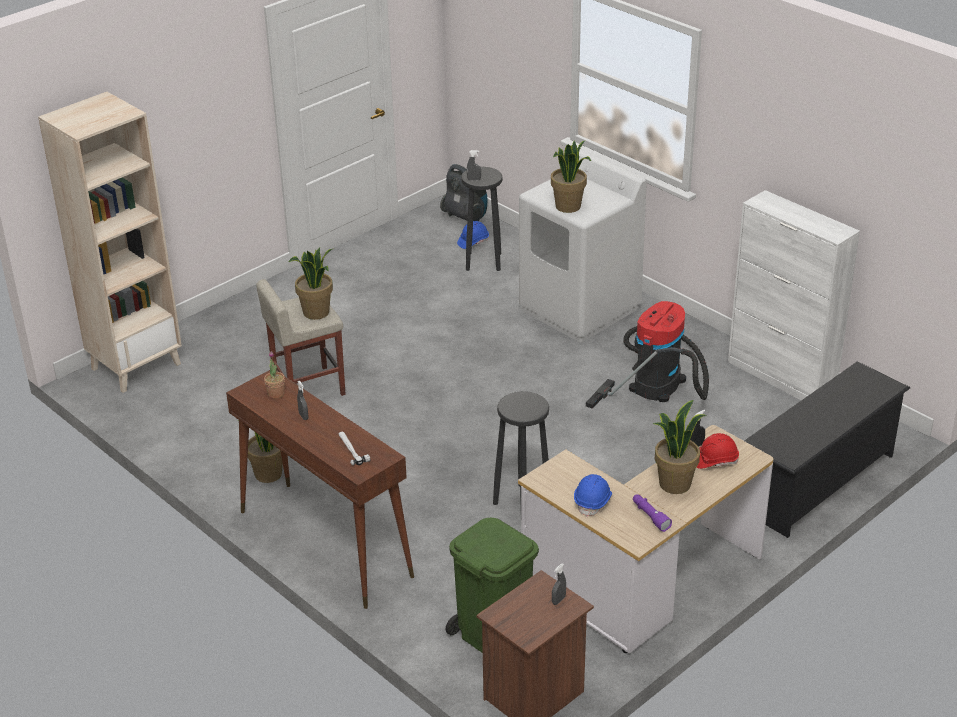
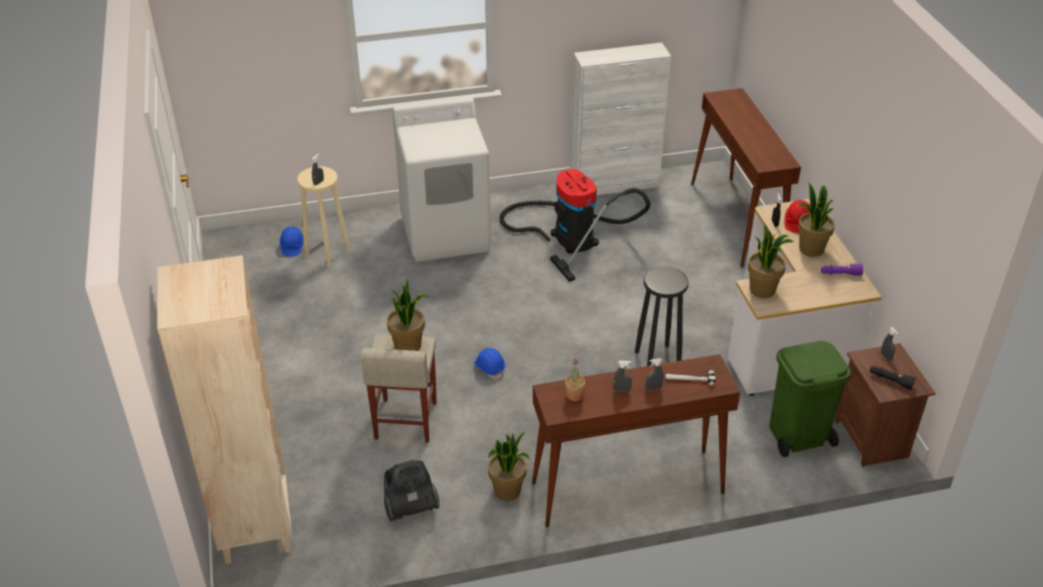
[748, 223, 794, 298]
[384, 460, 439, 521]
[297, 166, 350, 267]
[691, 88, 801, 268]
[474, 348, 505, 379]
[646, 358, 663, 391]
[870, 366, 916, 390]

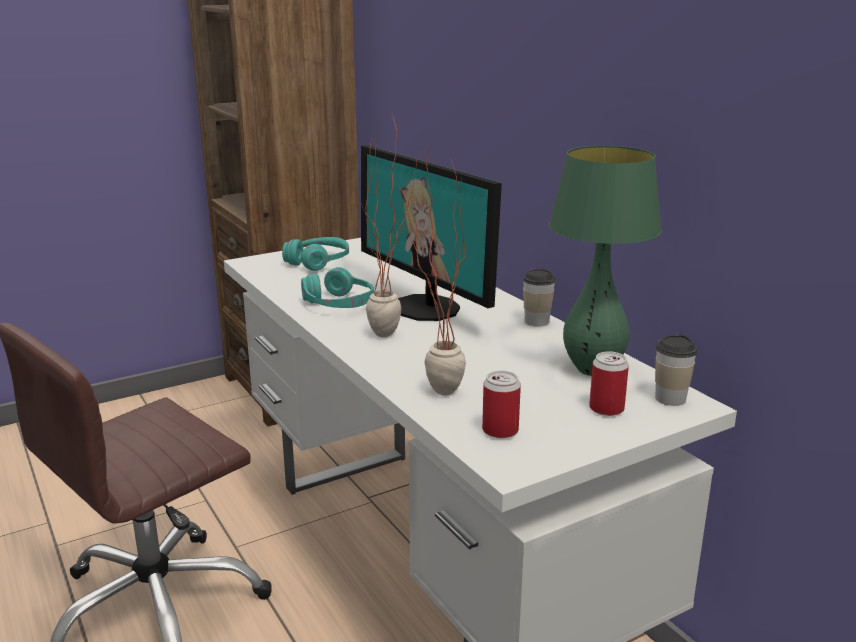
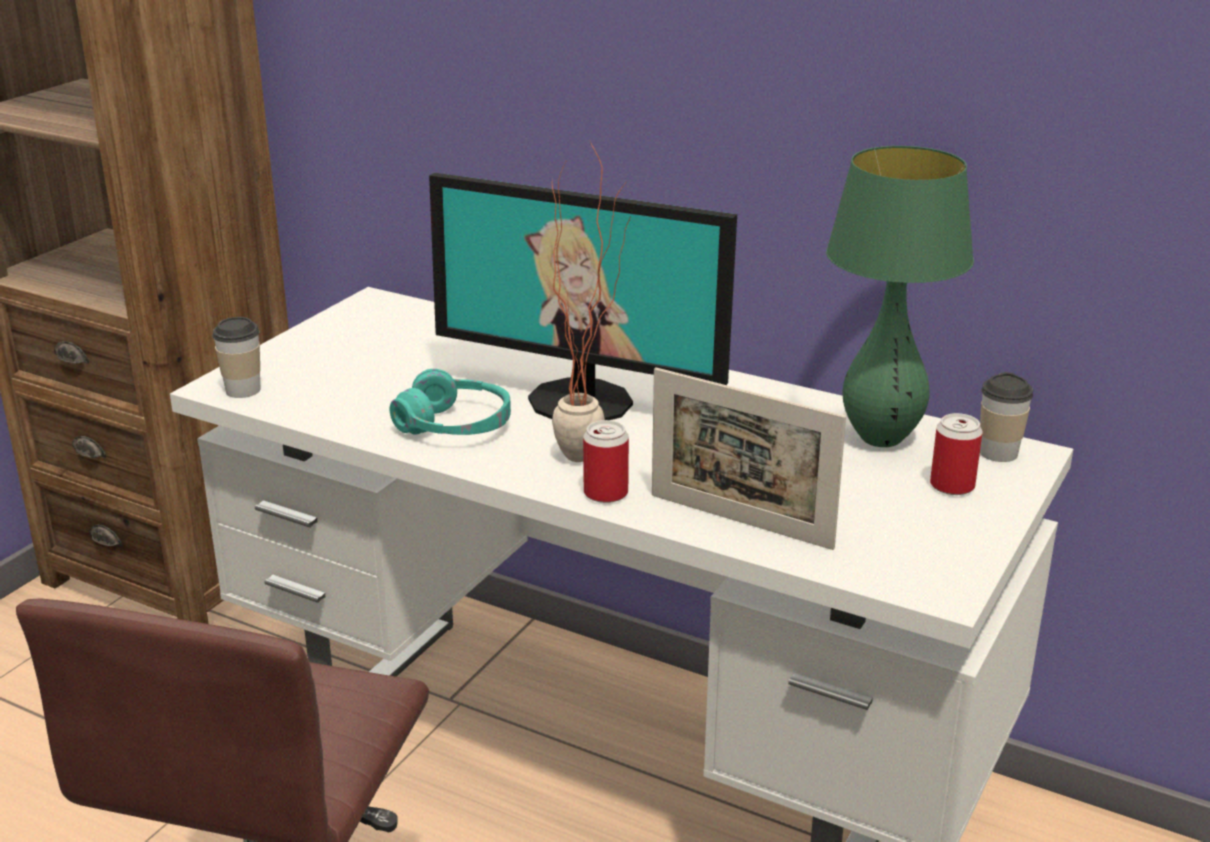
[652, 367, 846, 550]
[282, 237, 349, 271] (first image)
[212, 317, 261, 398]
[583, 420, 629, 503]

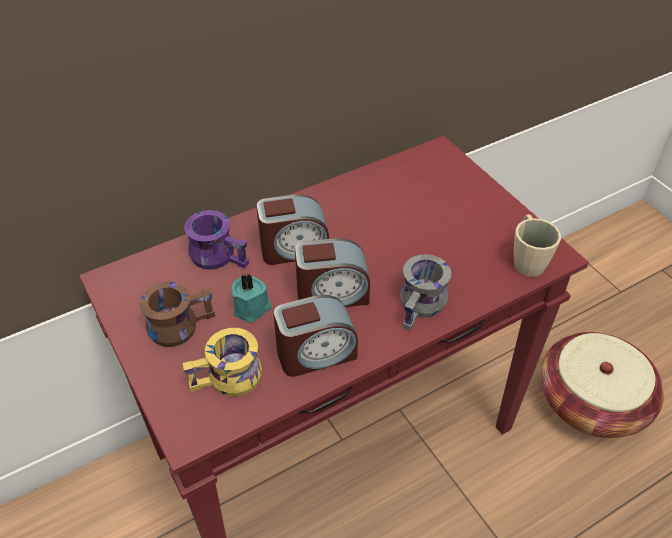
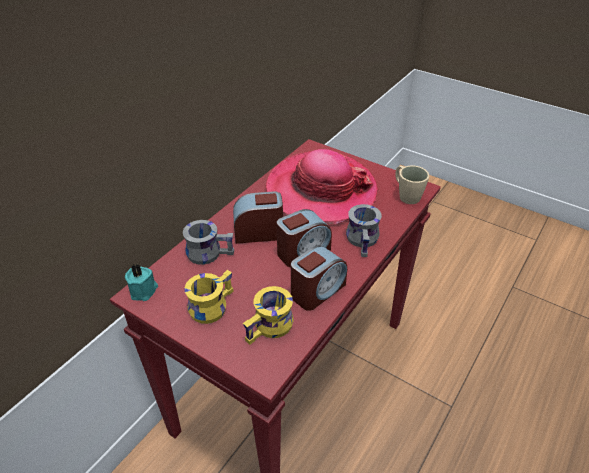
[233, 191, 283, 244]
[183, 220, 234, 265]
[125, 264, 158, 301]
[184, 270, 233, 324]
[540, 332, 664, 438] (first image)
[265, 149, 378, 224]

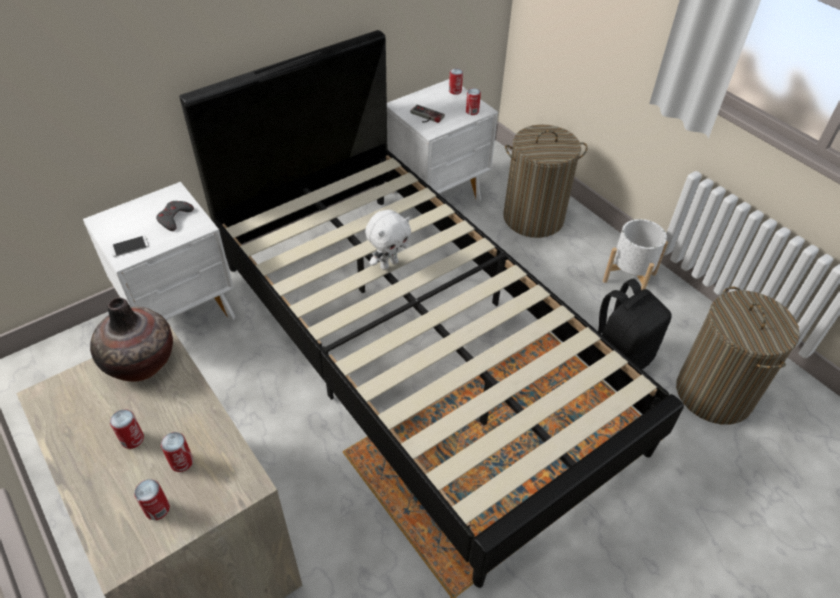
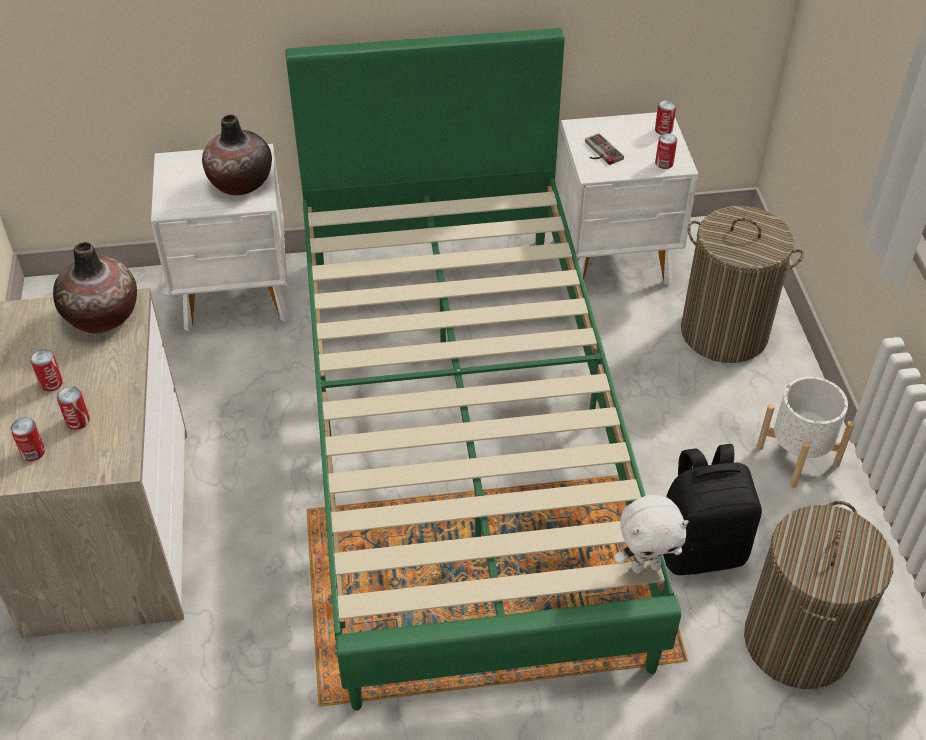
[285, 28, 681, 711]
[202, 114, 272, 195]
[614, 495, 689, 573]
[110, 236, 149, 257] (first image)

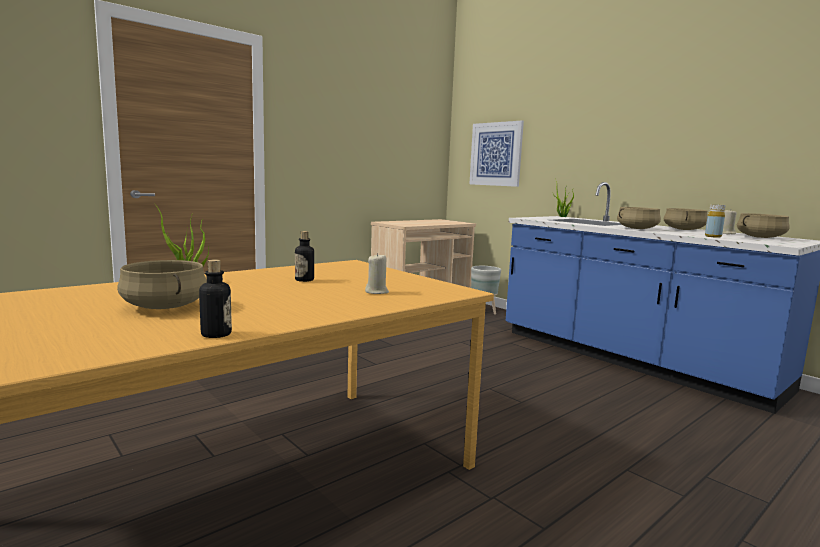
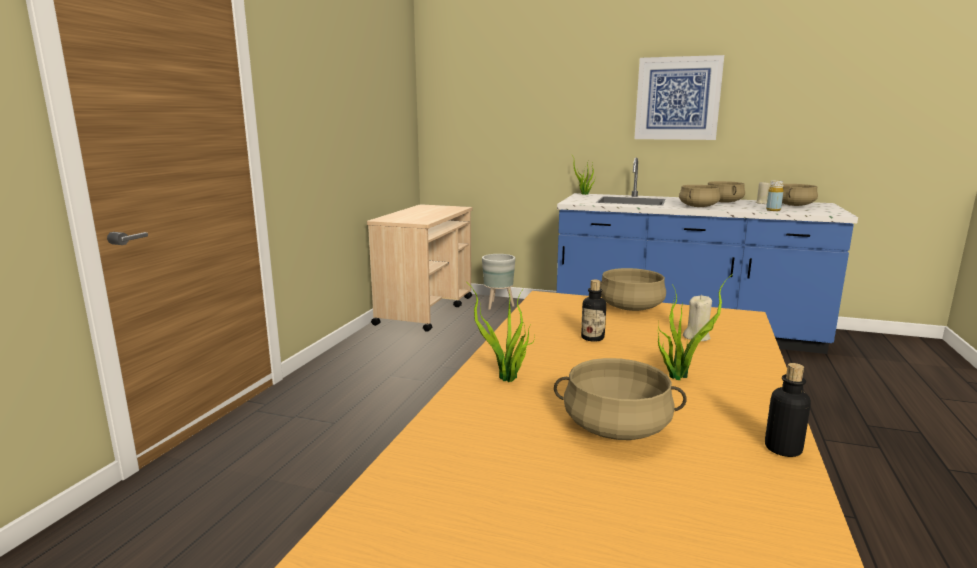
[634, 55, 724, 140]
[600, 268, 666, 311]
[657, 274, 733, 380]

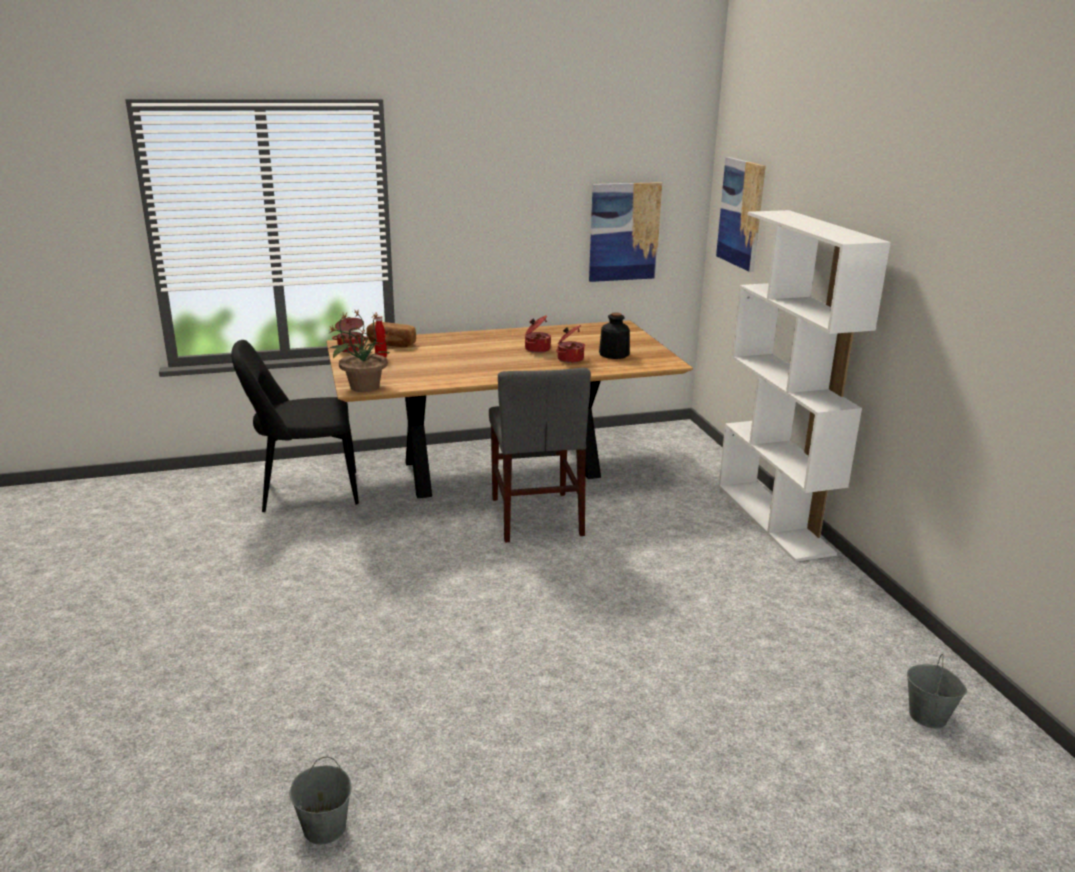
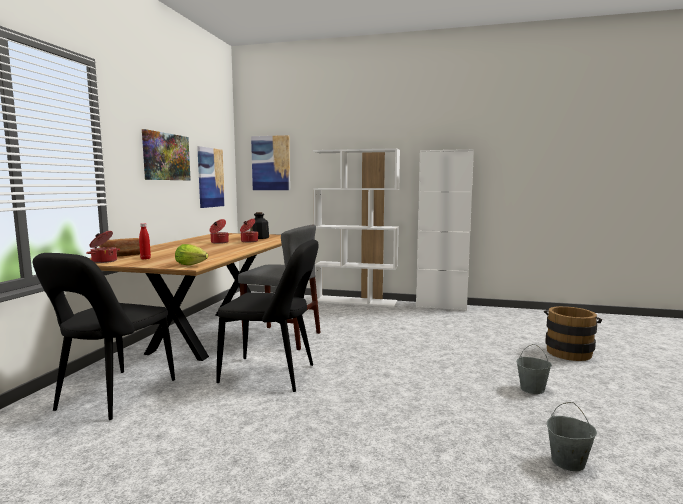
[175, 244, 208, 265]
[516, 344, 552, 394]
[142, 129, 191, 180]
[416, 149, 474, 311]
[216, 239, 319, 392]
[544, 306, 602, 361]

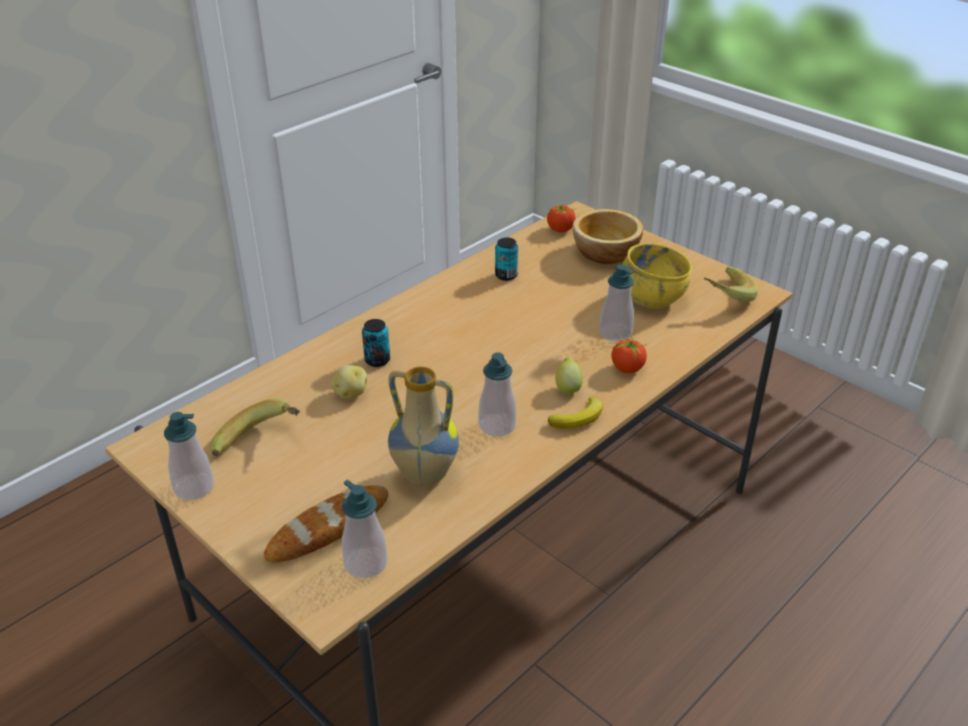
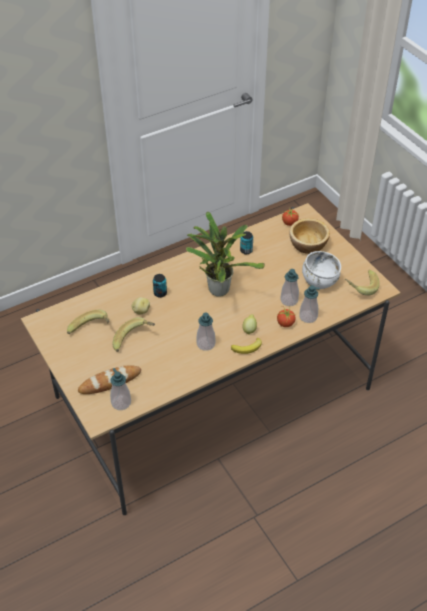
[302, 251, 341, 289]
[388, 367, 459, 486] (first image)
[299, 285, 320, 323]
[186, 212, 265, 296]
[112, 317, 155, 352]

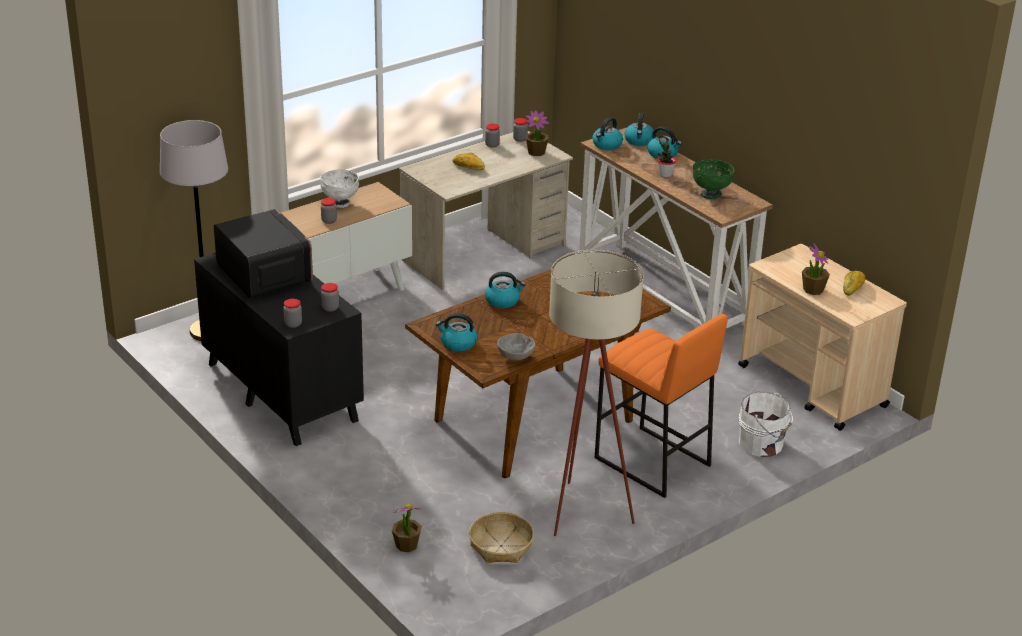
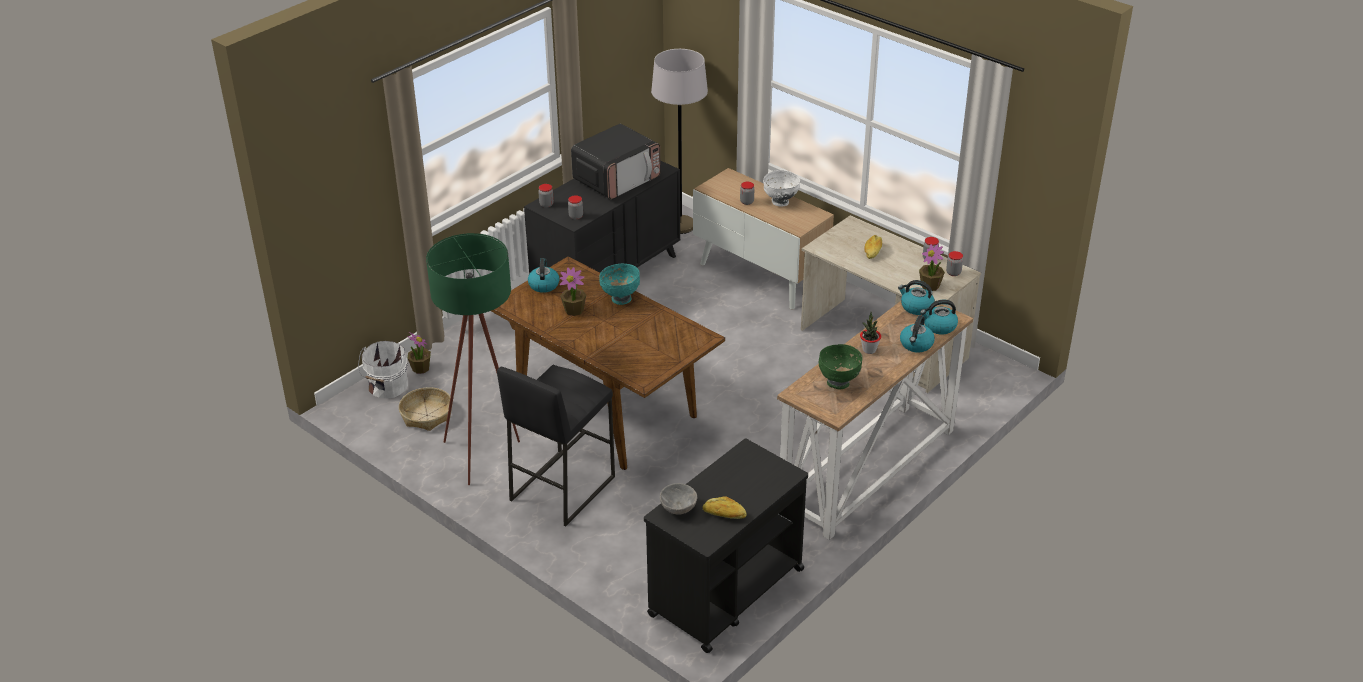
[560, 267, 586, 316]
[644, 439, 808, 653]
[426, 233, 520, 485]
[599, 264, 640, 305]
[497, 365, 615, 526]
[660, 483, 697, 515]
[358, 341, 408, 399]

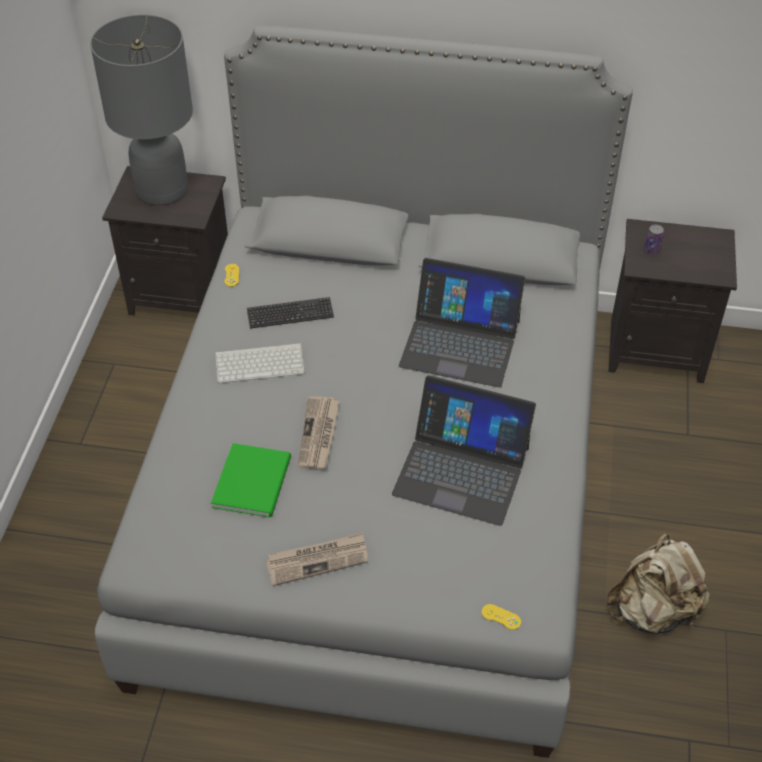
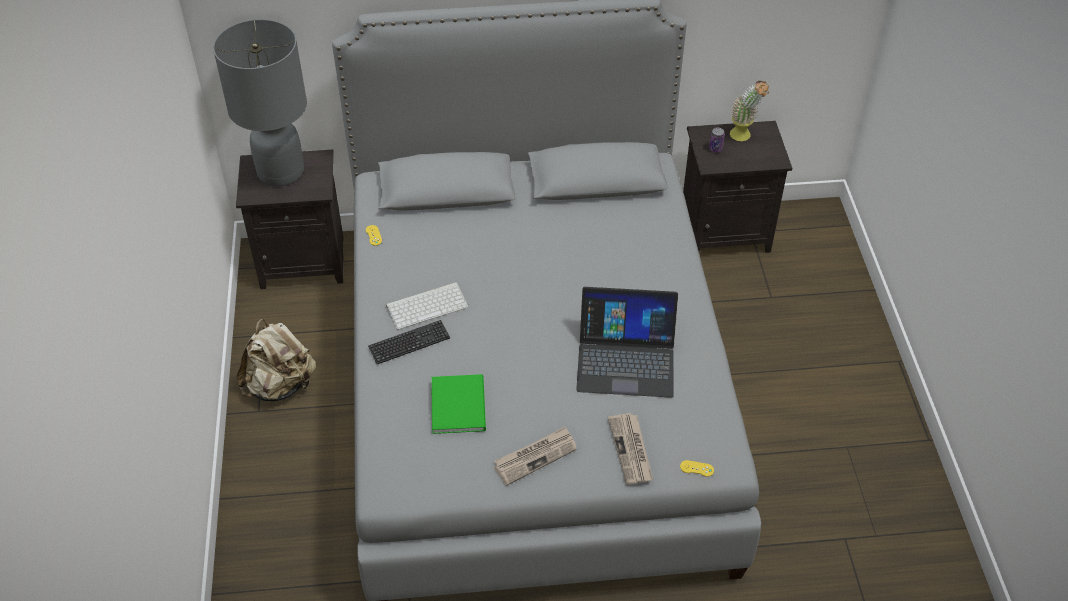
[399, 258, 525, 387] (first image)
[368, 320, 450, 364]
[608, 413, 653, 485]
[236, 319, 316, 401]
[730, 81, 769, 141]

